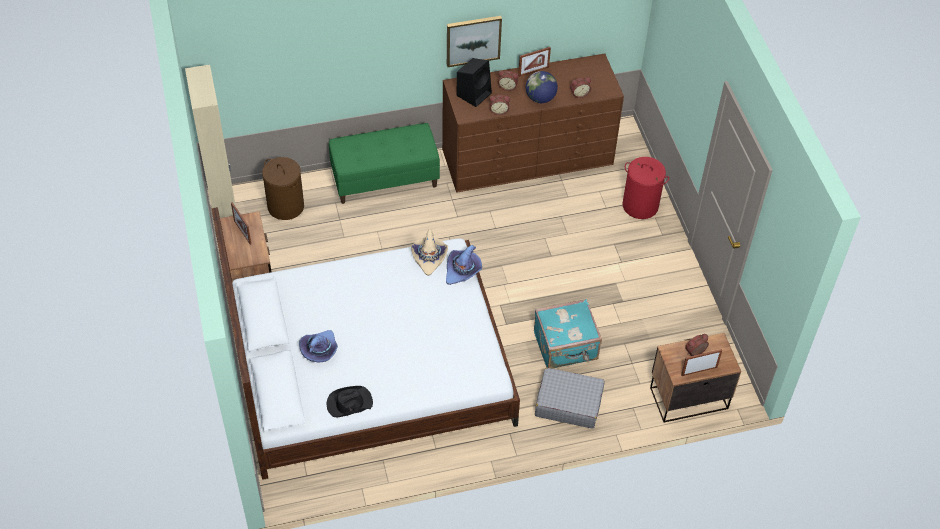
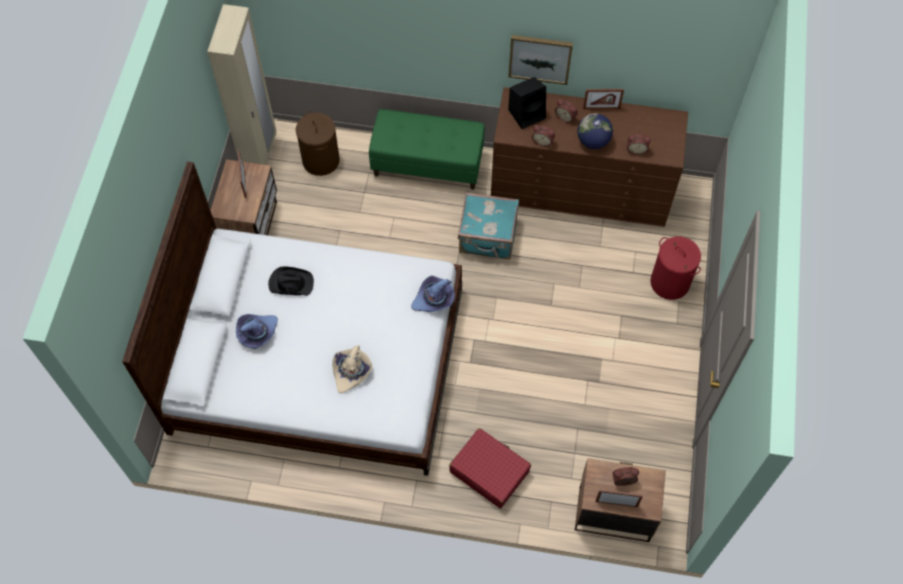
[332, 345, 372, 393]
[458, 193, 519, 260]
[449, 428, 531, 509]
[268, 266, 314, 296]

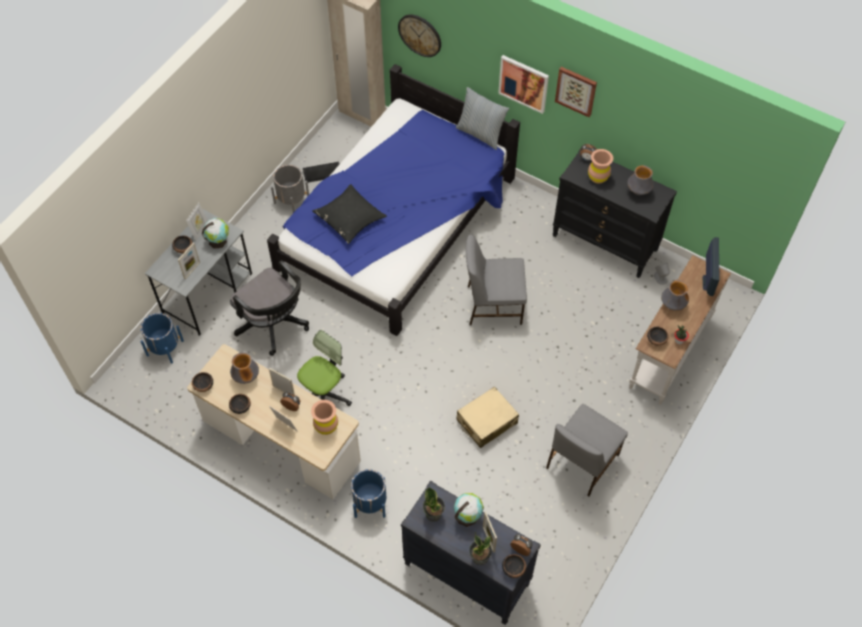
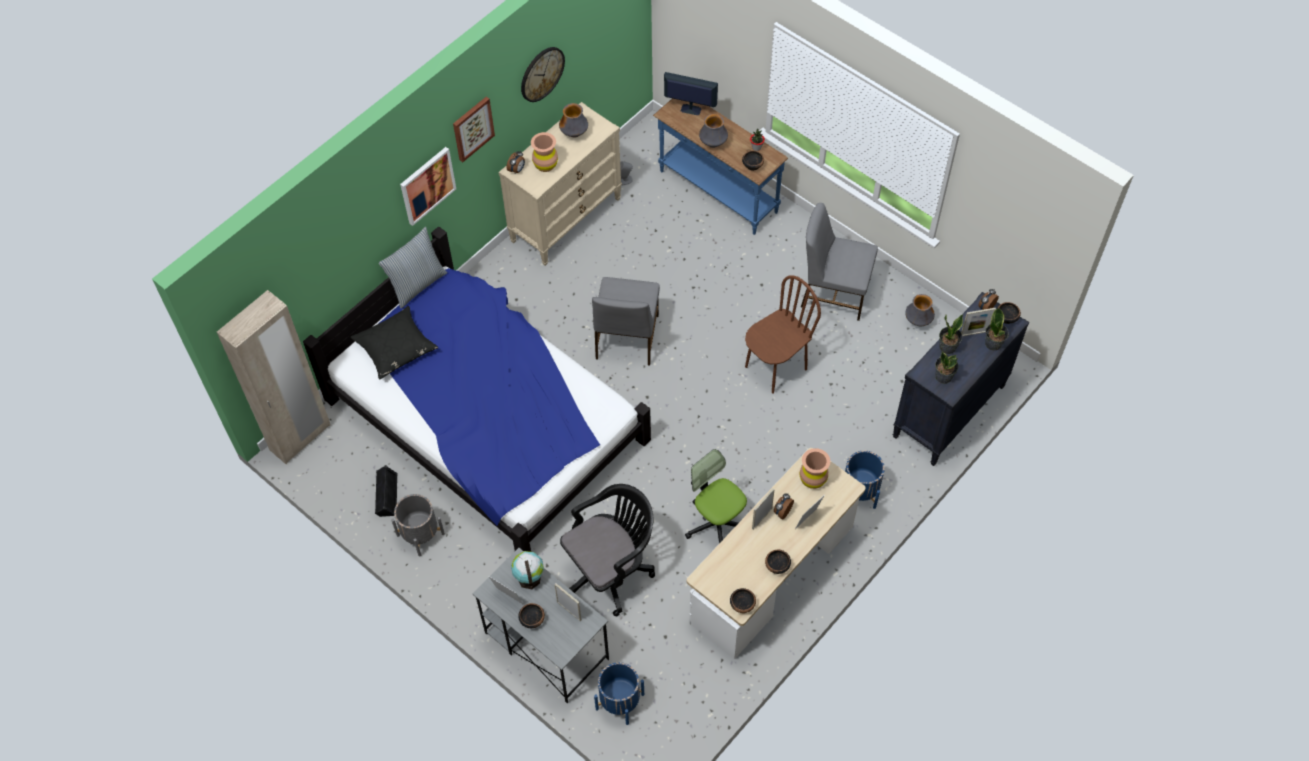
[521, 47, 565, 102]
[499, 102, 622, 266]
[351, 306, 438, 380]
[653, 98, 788, 235]
[905, 294, 935, 326]
[745, 275, 821, 394]
[801, 203, 878, 321]
[939, 314, 963, 354]

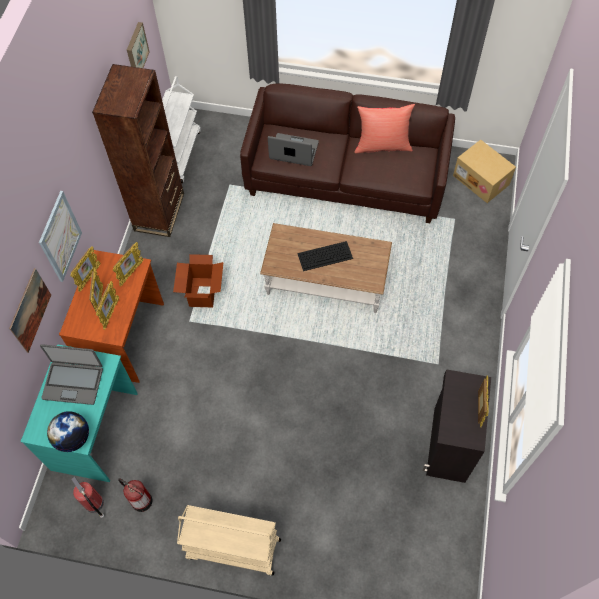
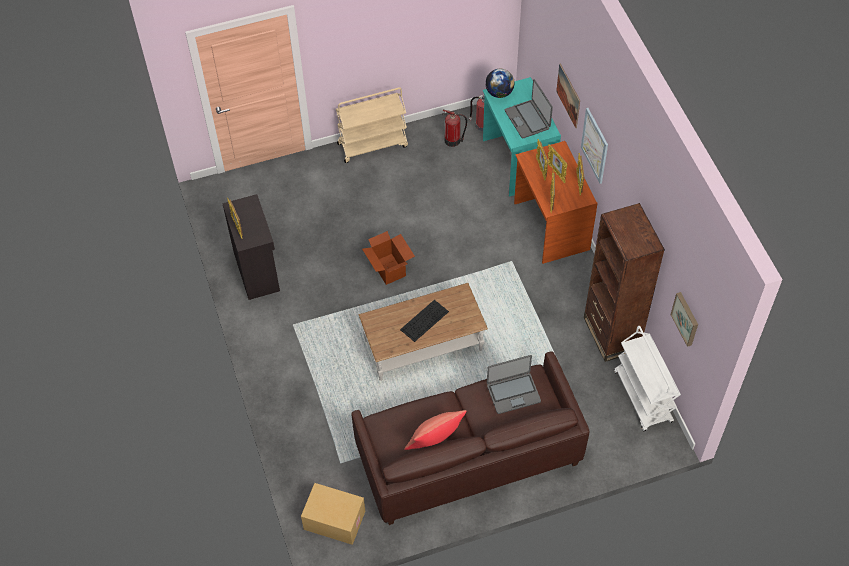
[362, 231, 415, 285]
[505, 79, 553, 139]

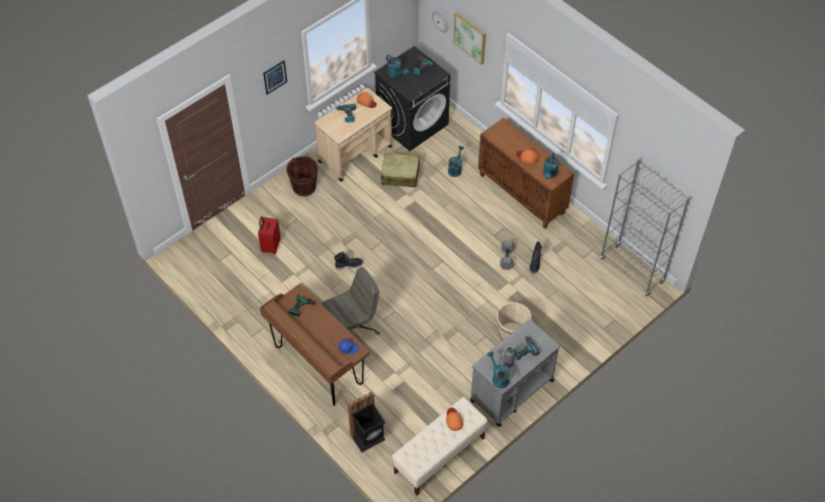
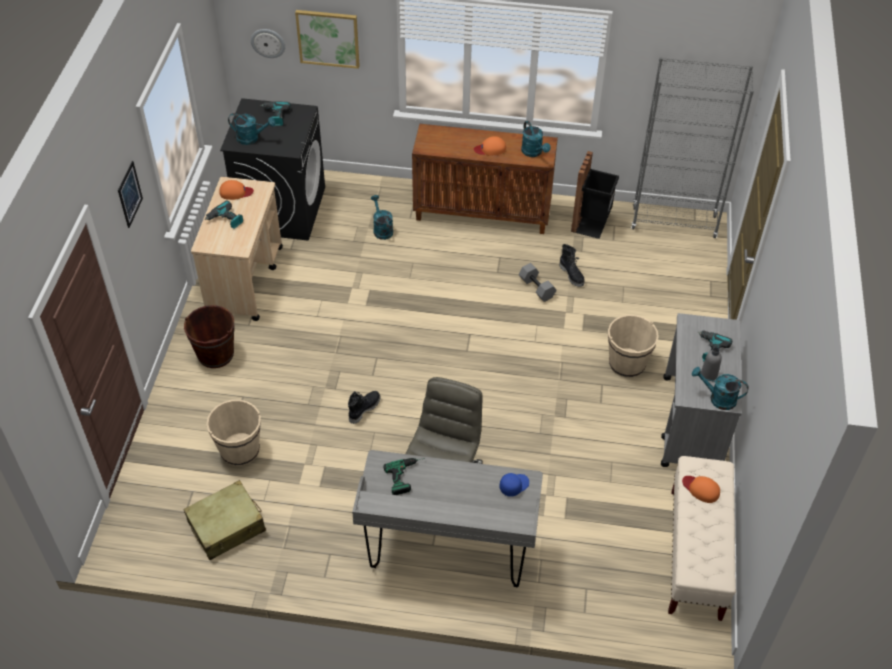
[184, 480, 266, 560]
[207, 400, 261, 466]
[352, 450, 543, 587]
[571, 151, 619, 239]

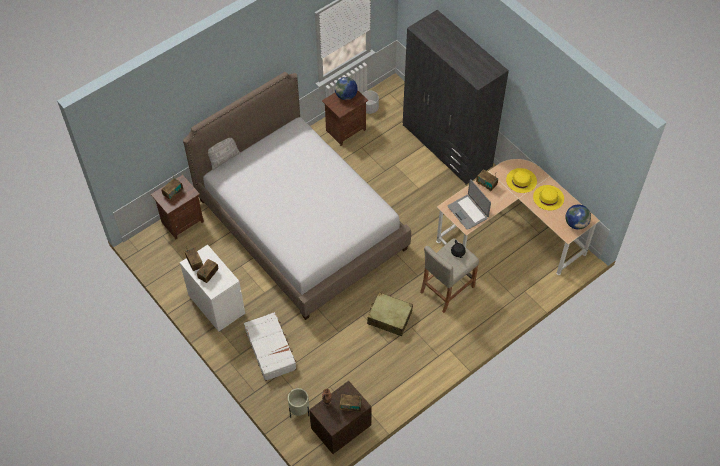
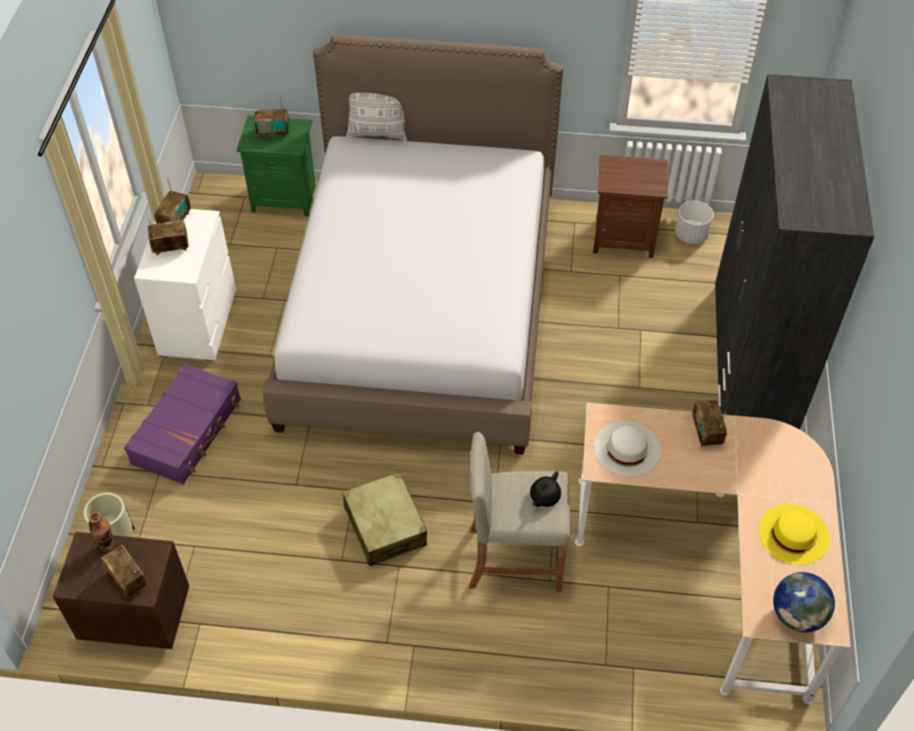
[335, 77, 358, 100] (first image)
[506, 168, 537, 193] (first image)
[236, 115, 316, 217]
[594, 421, 661, 477]
[124, 364, 241, 485]

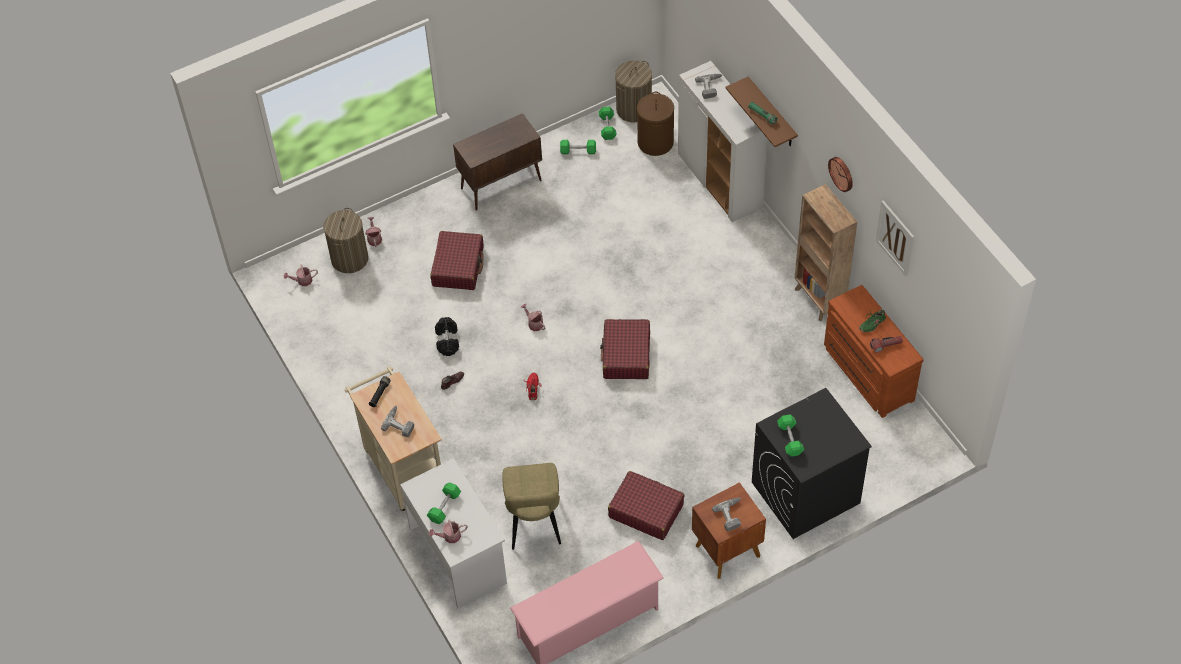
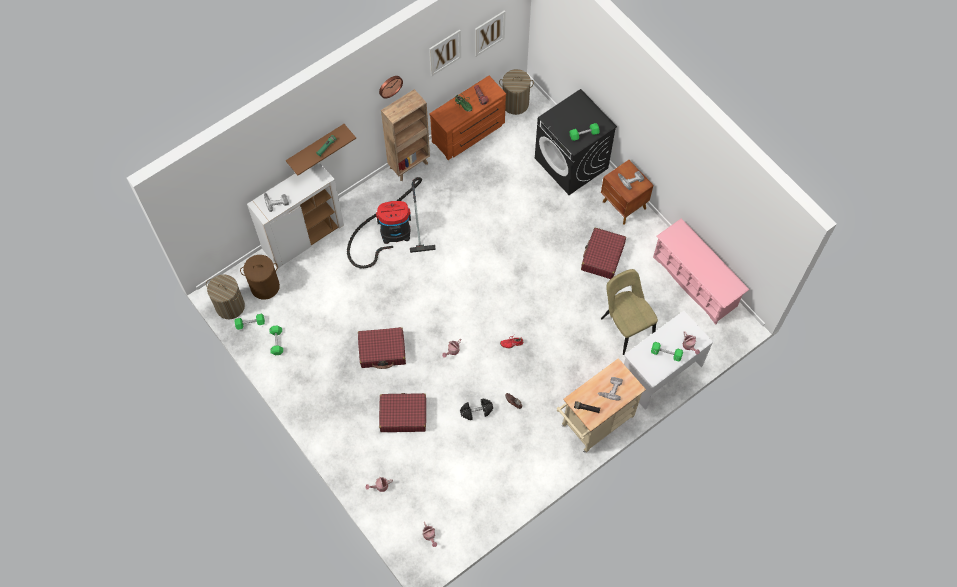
[453, 113, 542, 211] (first image)
[499, 69, 534, 115]
[358, 327, 406, 369]
[601, 269, 658, 355]
[475, 10, 506, 57]
[347, 177, 436, 269]

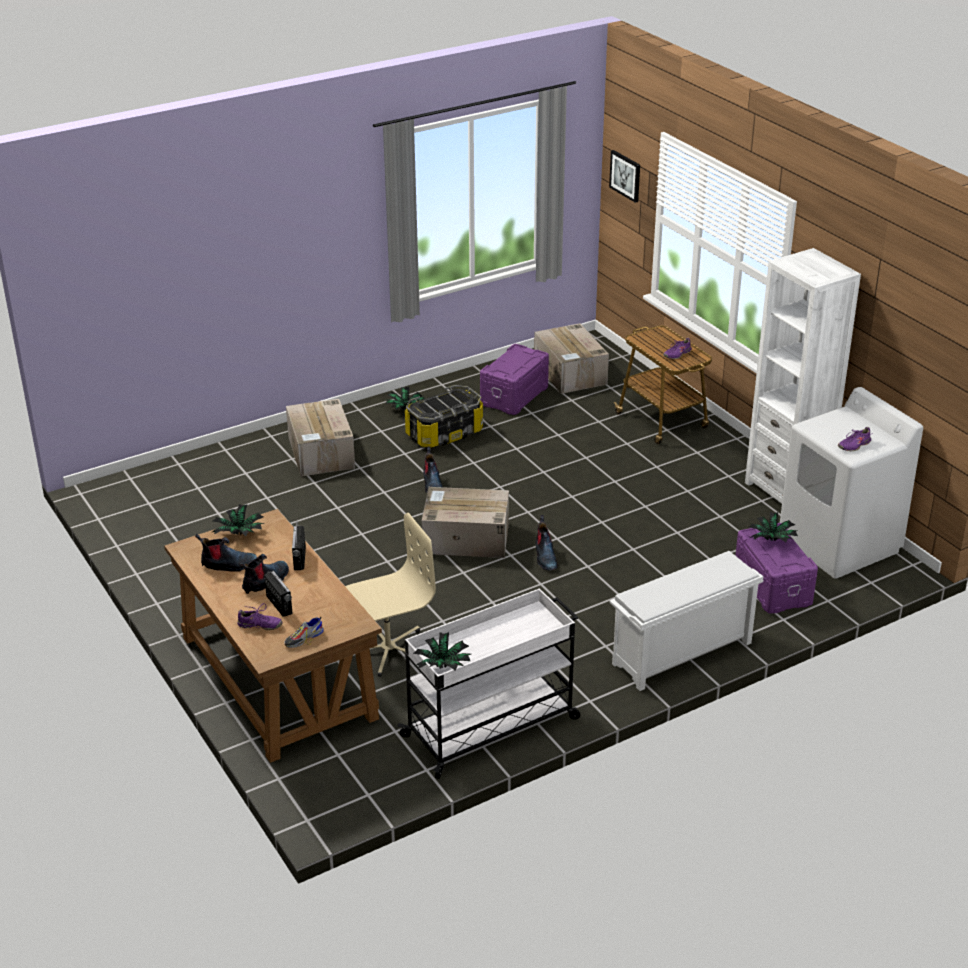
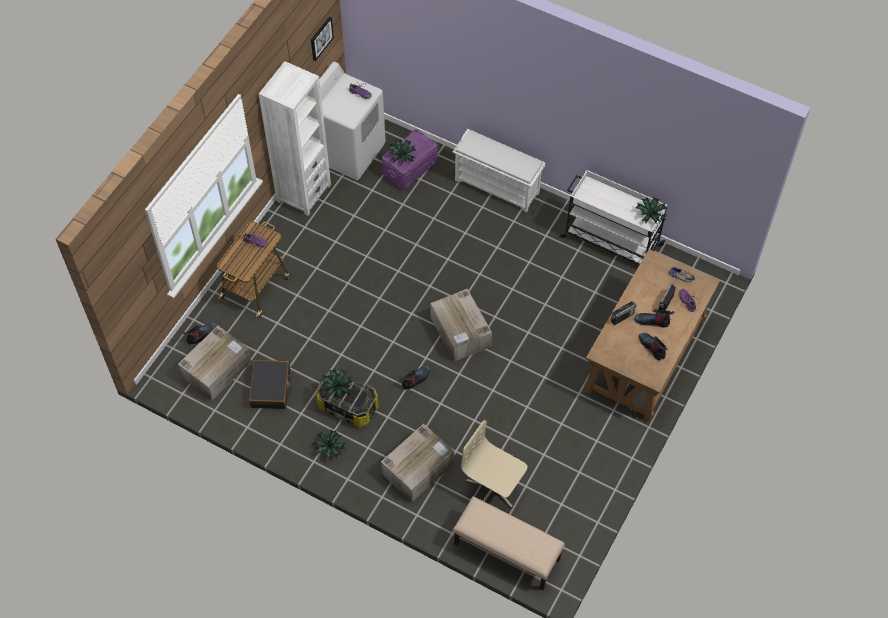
[311, 16, 334, 61]
[249, 360, 291, 409]
[321, 369, 352, 399]
[461, 420, 527, 509]
[183, 322, 216, 345]
[453, 496, 565, 590]

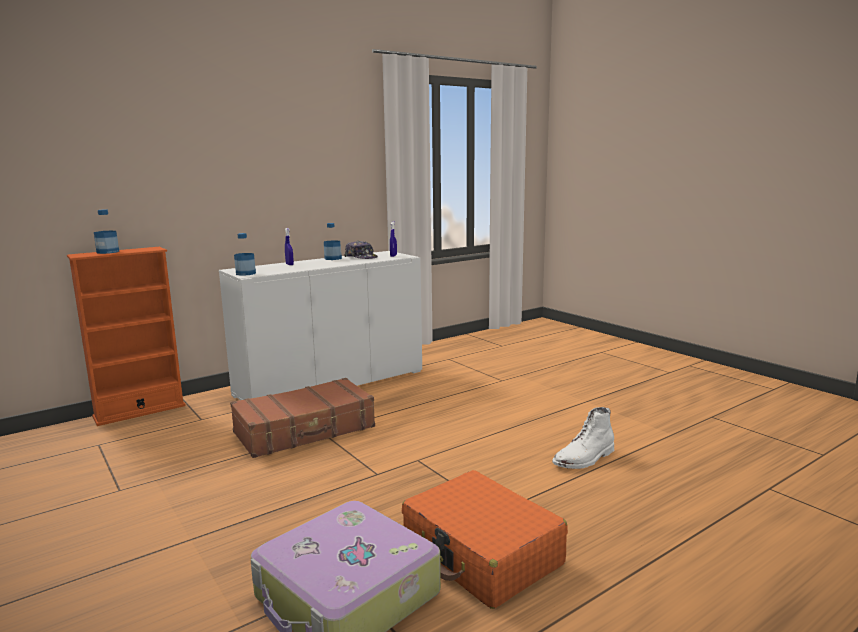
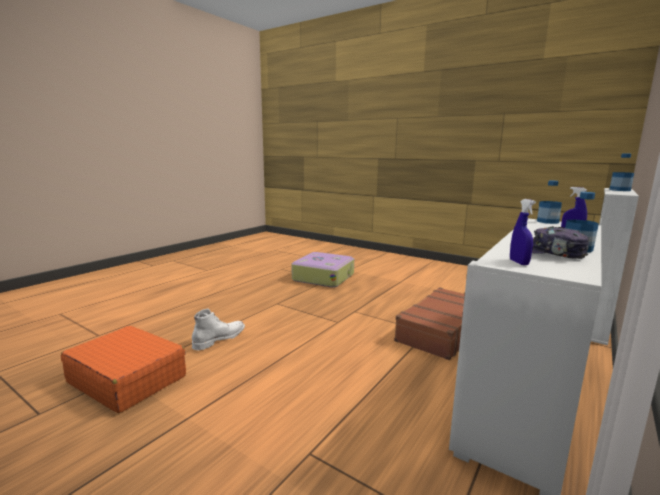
[591, 188, 639, 345]
[61, 326, 186, 413]

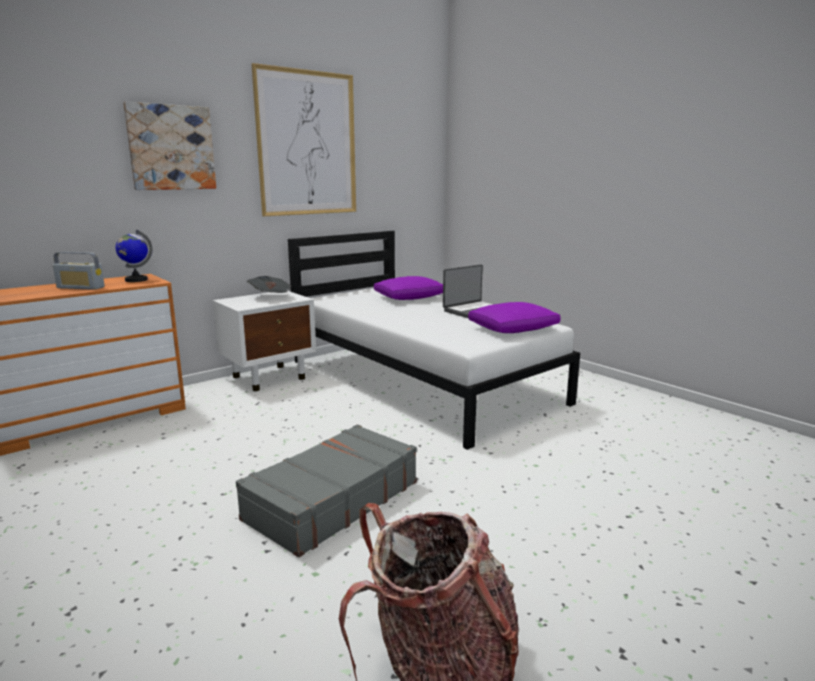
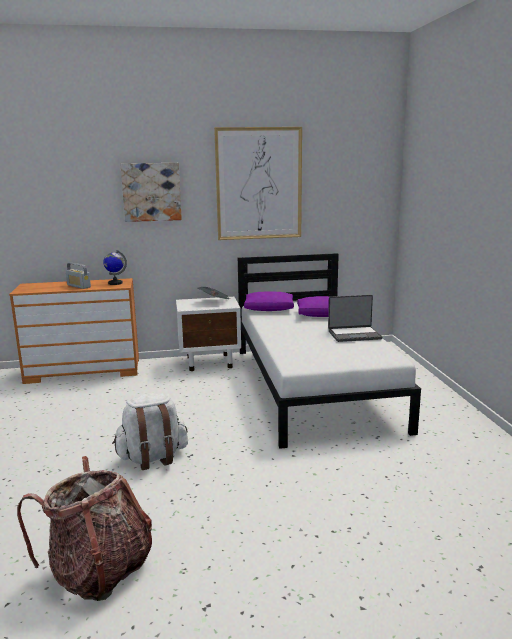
[244, 291, 294, 311]
[112, 393, 188, 470]

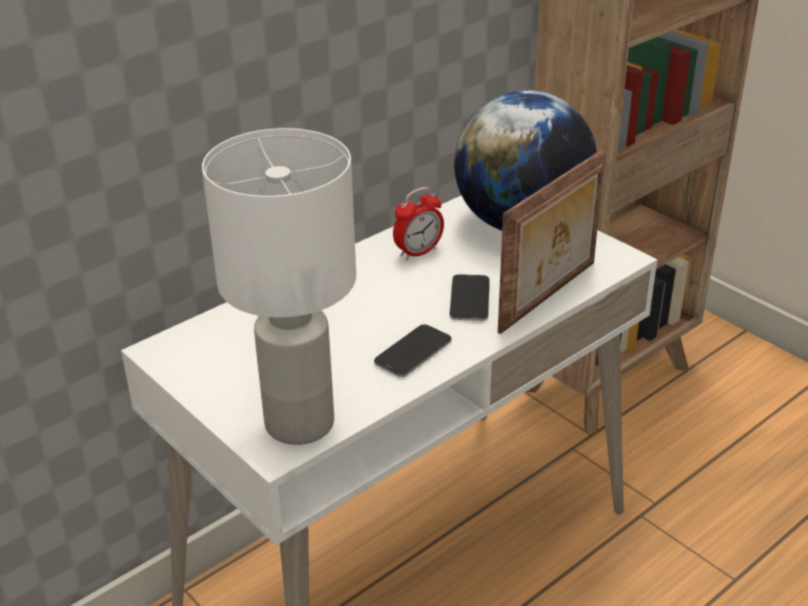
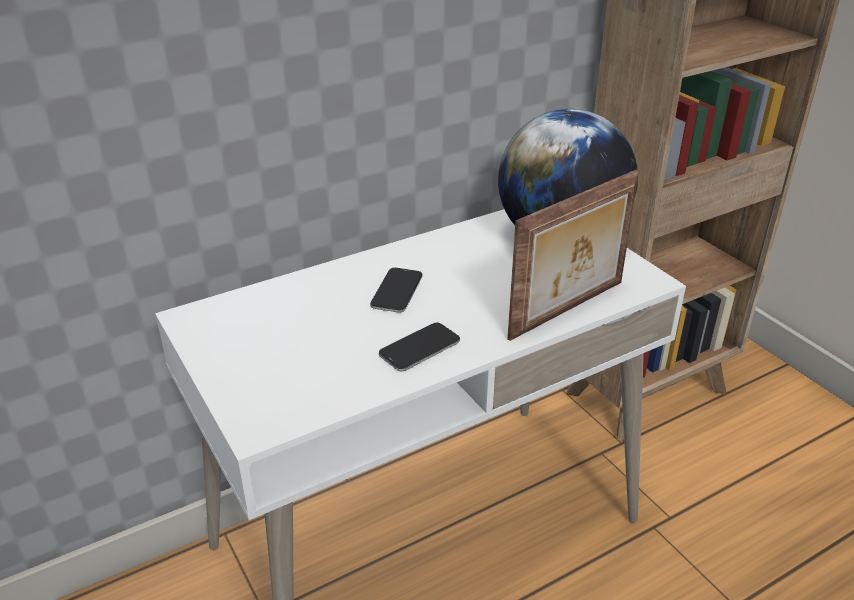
[202, 128, 356, 445] (first image)
[393, 187, 444, 260] (first image)
[370, 268, 423, 312]

